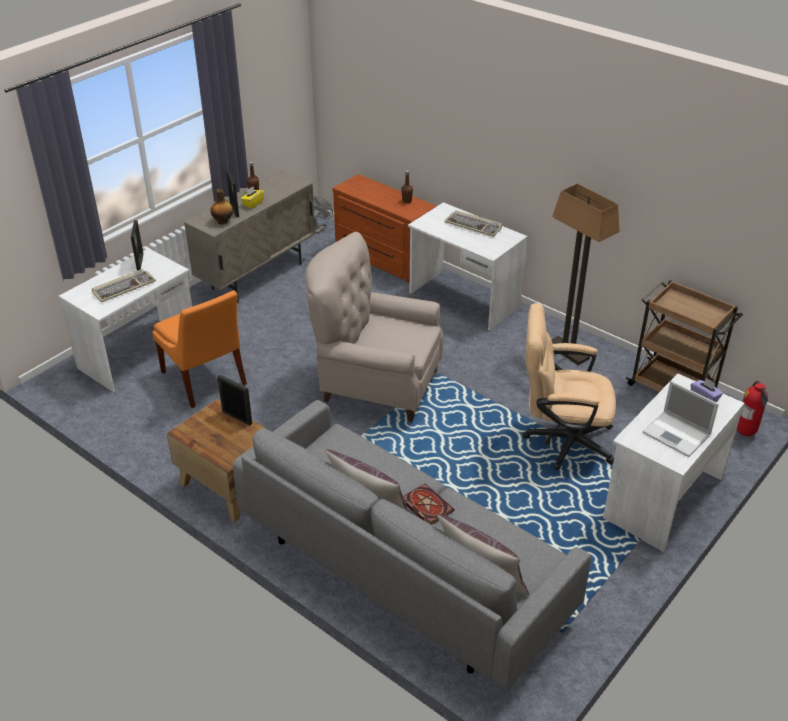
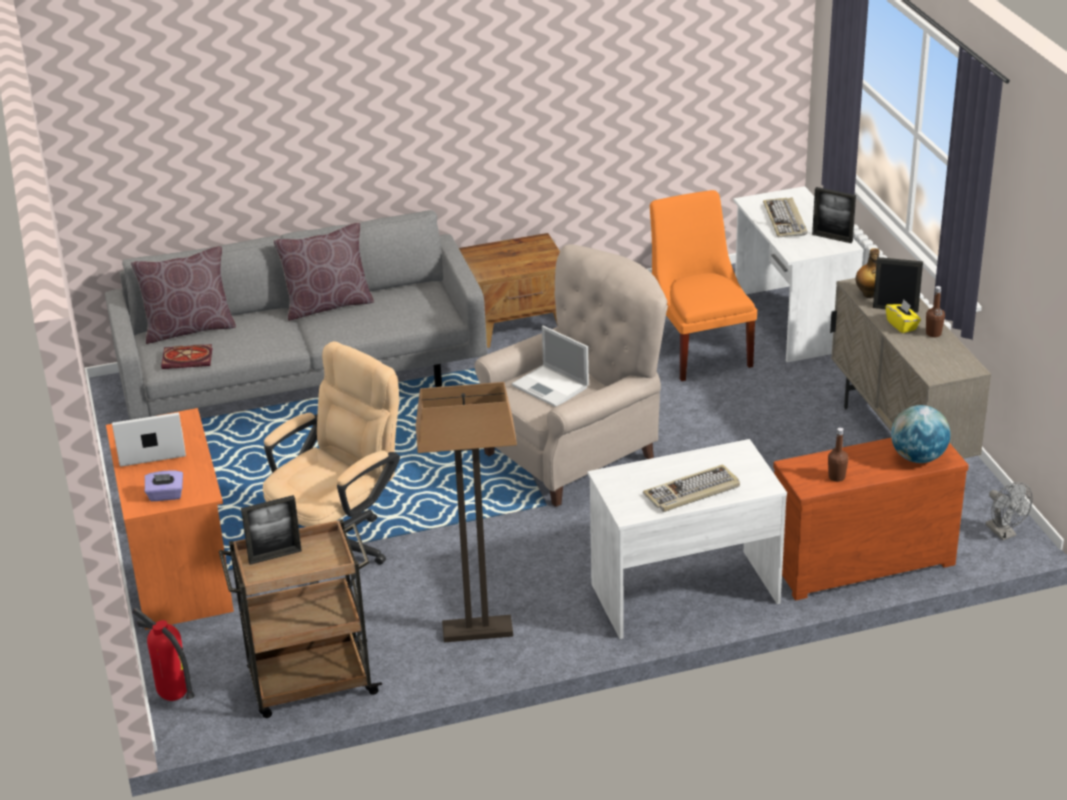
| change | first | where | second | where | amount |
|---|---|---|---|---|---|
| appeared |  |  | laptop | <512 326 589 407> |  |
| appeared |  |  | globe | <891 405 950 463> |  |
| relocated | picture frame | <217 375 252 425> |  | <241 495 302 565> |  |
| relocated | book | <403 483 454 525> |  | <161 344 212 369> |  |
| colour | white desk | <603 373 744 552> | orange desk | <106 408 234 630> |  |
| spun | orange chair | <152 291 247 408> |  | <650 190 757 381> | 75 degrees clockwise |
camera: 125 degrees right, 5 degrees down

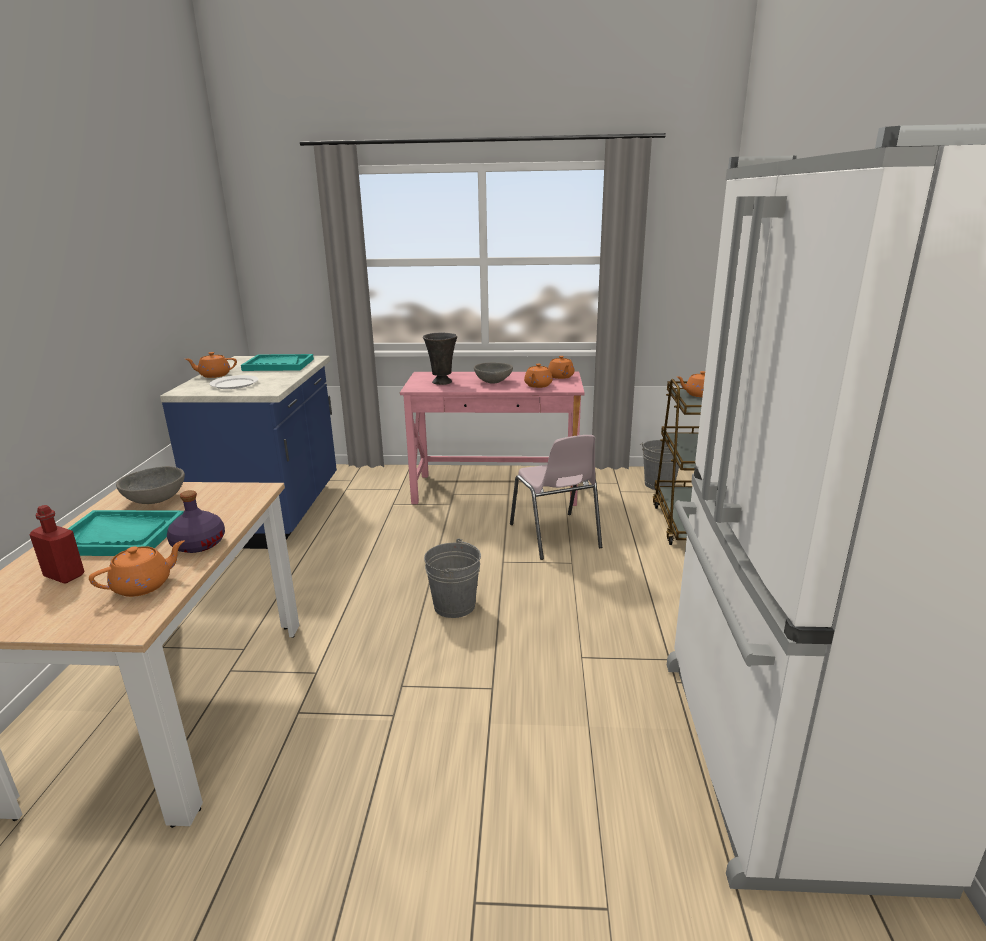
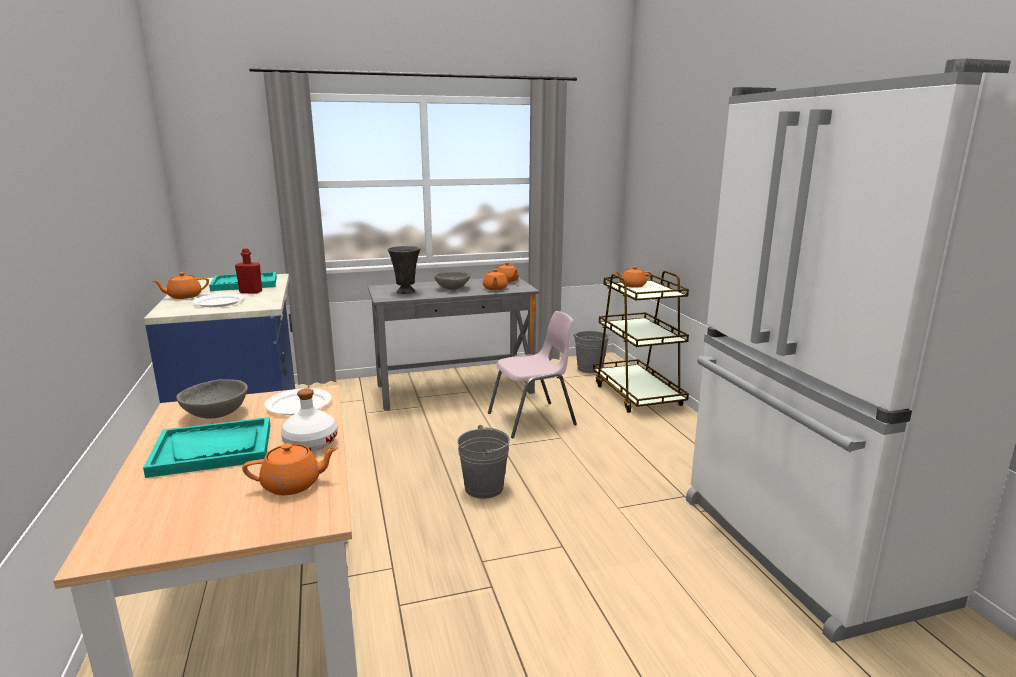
| change | first | where | second | where | amount |
|---|---|---|---|---|---|
| appeared |  |  | white plate | <264 388 332 415> |  |
| relocated | red bottle | <30 505 85 584> |  | <235 248 262 294> |  |
| colour | purple bottle | <167 490 225 553> | white bottle | <281 388 337 452> |  |
| colour | pink desk | <400 372 585 506> | grey desk | <368 278 539 411> |  |
| spun | orange teapot | <89 541 184 597> |  | <242 443 339 495> | 45 degrees clockwise |
| spun | pink chair | <510 435 602 560> |  | <488 311 577 439> | 75 degrees counterclockwise |
camera: 20 degrees left, 5 degrees down

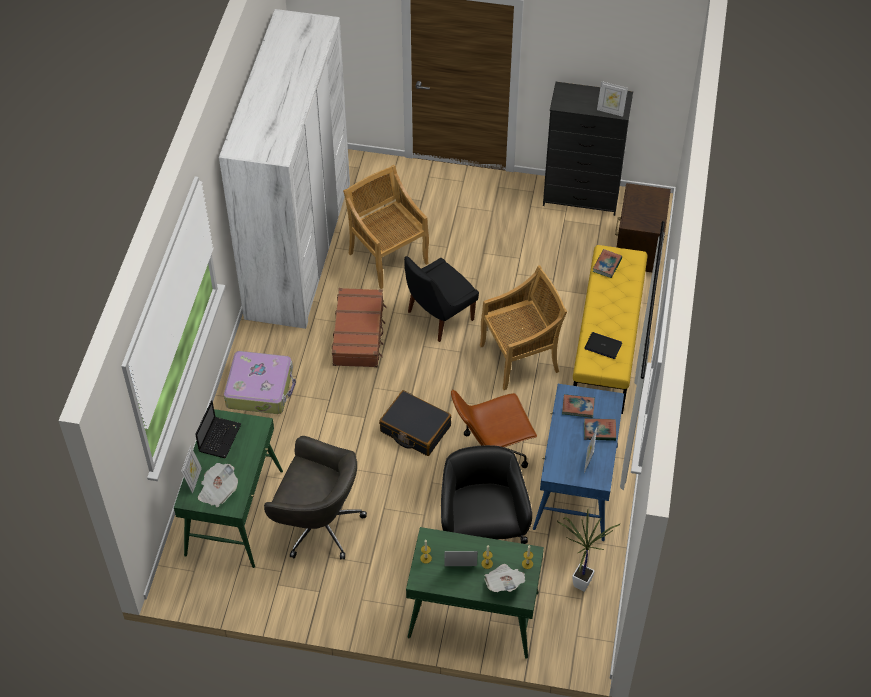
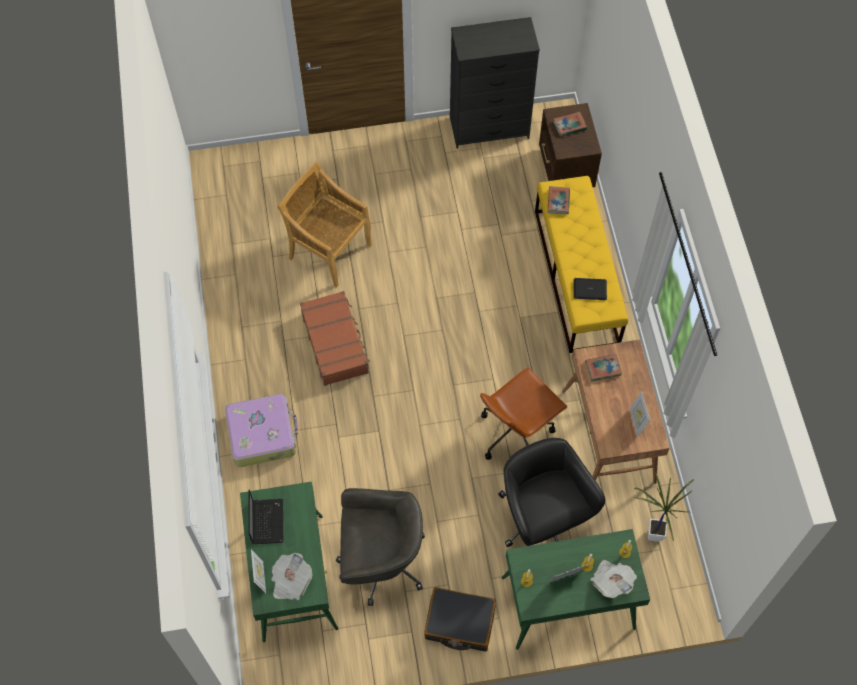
| change | first | where | second | where | amount |
|---|---|---|---|---|---|
| missing | white wardrobe | <219 9 350 329> |  |  |  |
| missing | black chair | <404 256 479 342> |  |  |  |
| missing | beige chair | <480 265 568 390> |  |  |  |
| missing | picture frame | <597 81 628 117> |  |  |  |
| relocated | black suitcase | <379 390 451 456> |  | <424 587 496 652> |  |
| relocated | book | <584 418 616 441> |  | <553 112 587 137> |  |
| colour | blue desk | <533 384 624 541> | brown desk | <562 339 670 484> |  |
camera: 20 degrees left, 10 degrees up

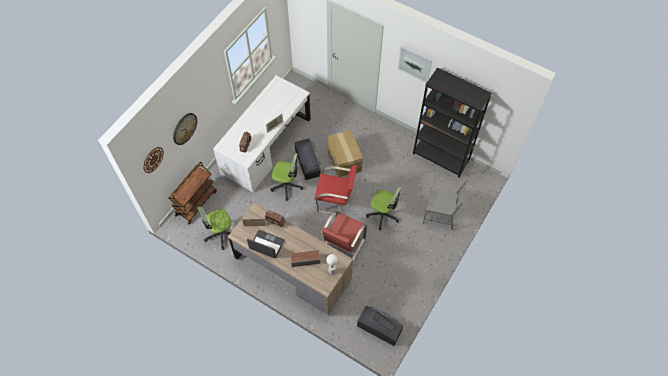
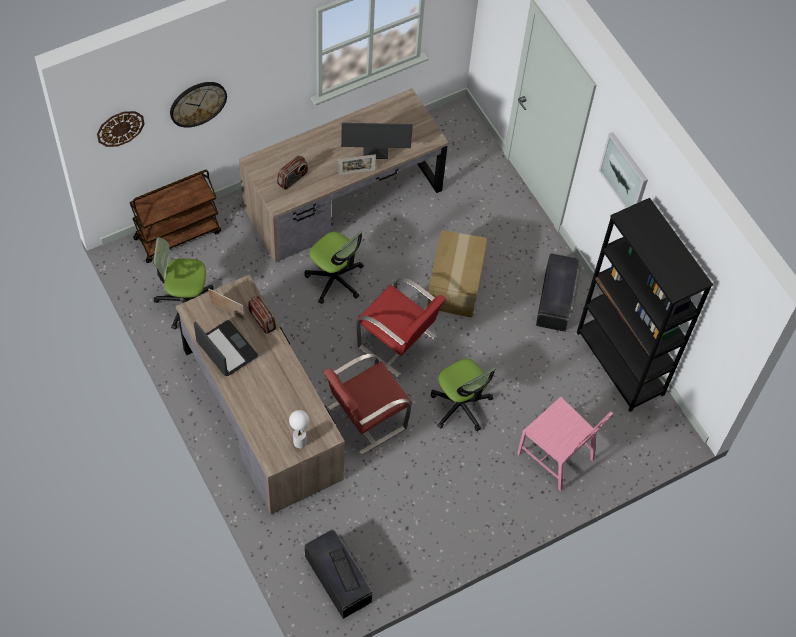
| change | first | where | second | where | amount |
|---|---|---|---|---|---|
| missing | speaker | <291 250 320 267> |  |  |  |
| appeared |  |  | monitor | <341 123 413 159> |  |
| relocated | black storage box | <295 138 321 180> |  | <536 253 582 332> |  |
| colour | white desk | <213 75 311 192> | brown desk | <239 89 449 263> |  |
| colour | grey chair | <423 179 468 230> | pink chair | <517 396 613 491> |  |
camera: 25 degrees right, 0 degrees up

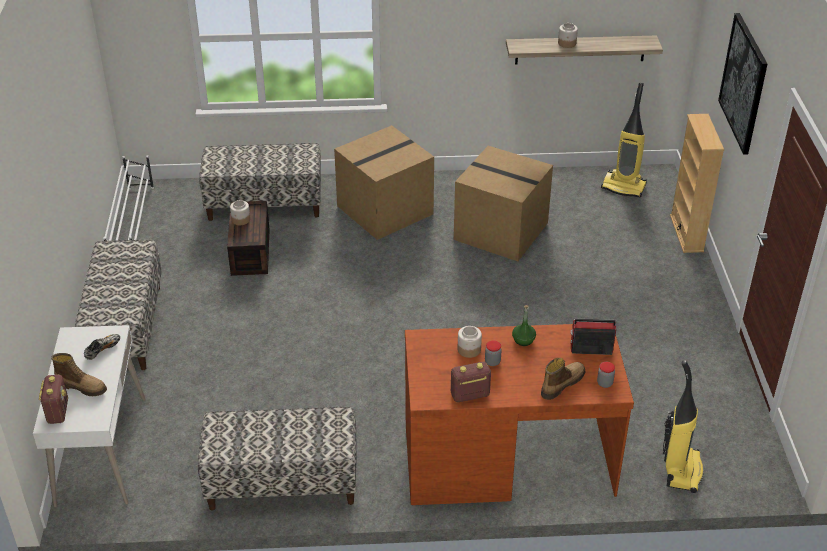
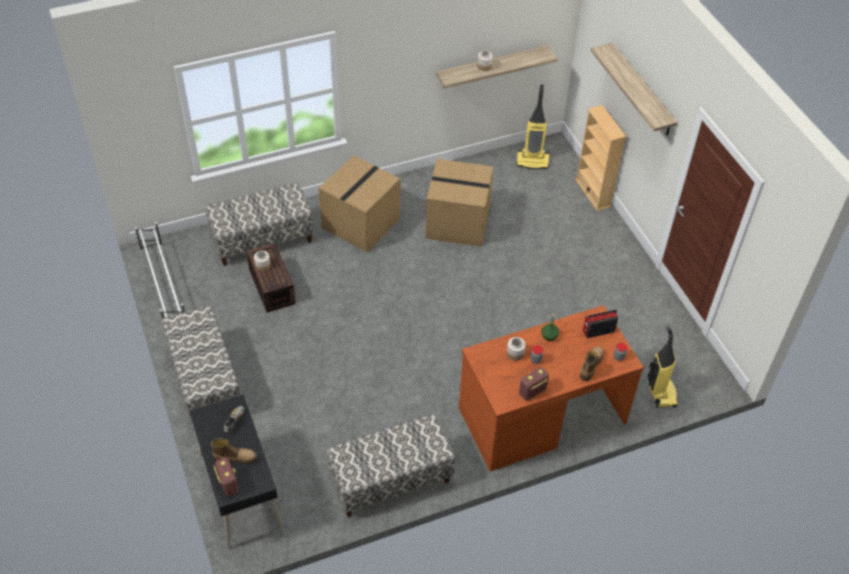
| change | first | where | second | where | amount |
|---|---|---|---|---|---|
| exchanged | picture | <718 13 767 155> | shelf | <590 42 677 136> |  |
| colour | white desk | <33 325 146 507> | black desk | <189 394 284 549> |  |
camera: 20 degrees left, 10 degrees up

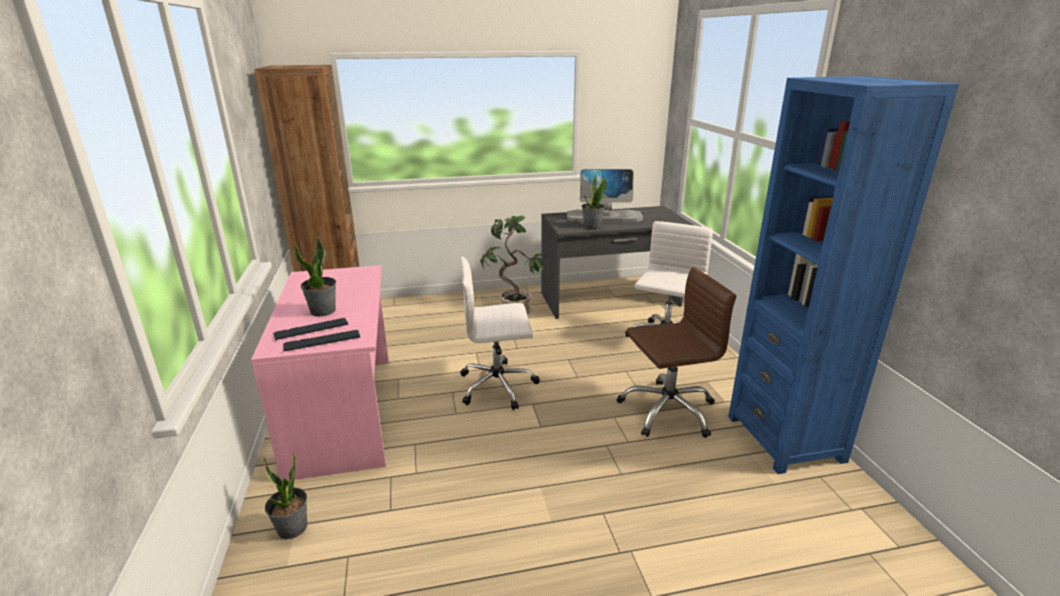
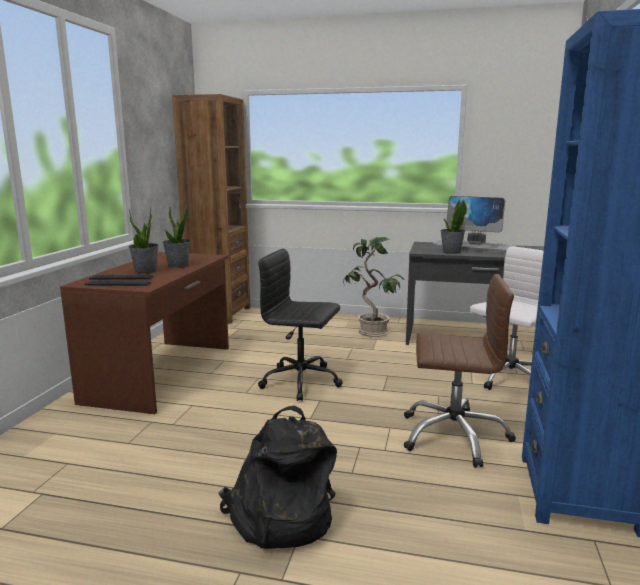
| change | first | where | second | where | amount |
|---|---|---|---|---|---|
| appeared |  |  | black backpack | <218 406 337 549> |  |
| relocated | potted plant | <264 452 307 539> |  | <162 205 190 268> |  |
| colour | pink desk | <251 265 389 481> | brown desk | <60 252 229 414> |  |
| colour | white office chair | <460 256 540 410> | black office chair | <258 249 343 401> |  |
camera: 25 degrees right, 10 degrees down

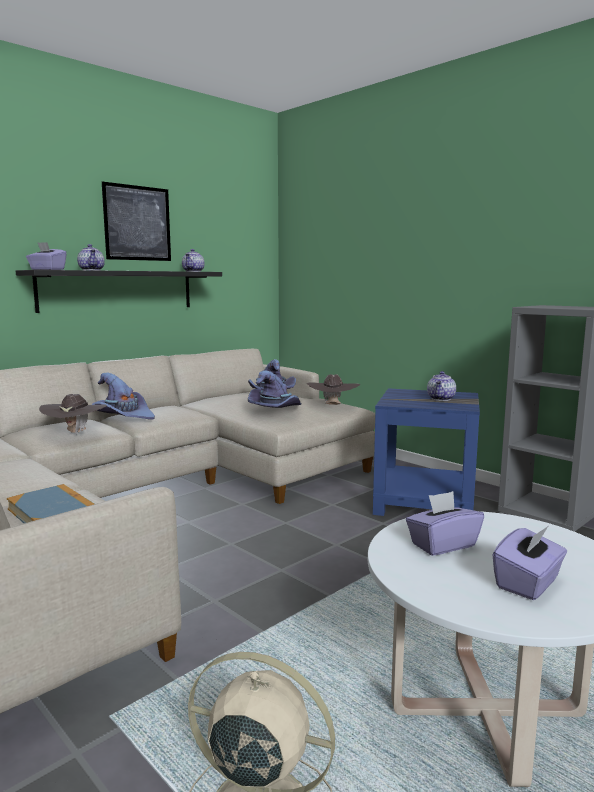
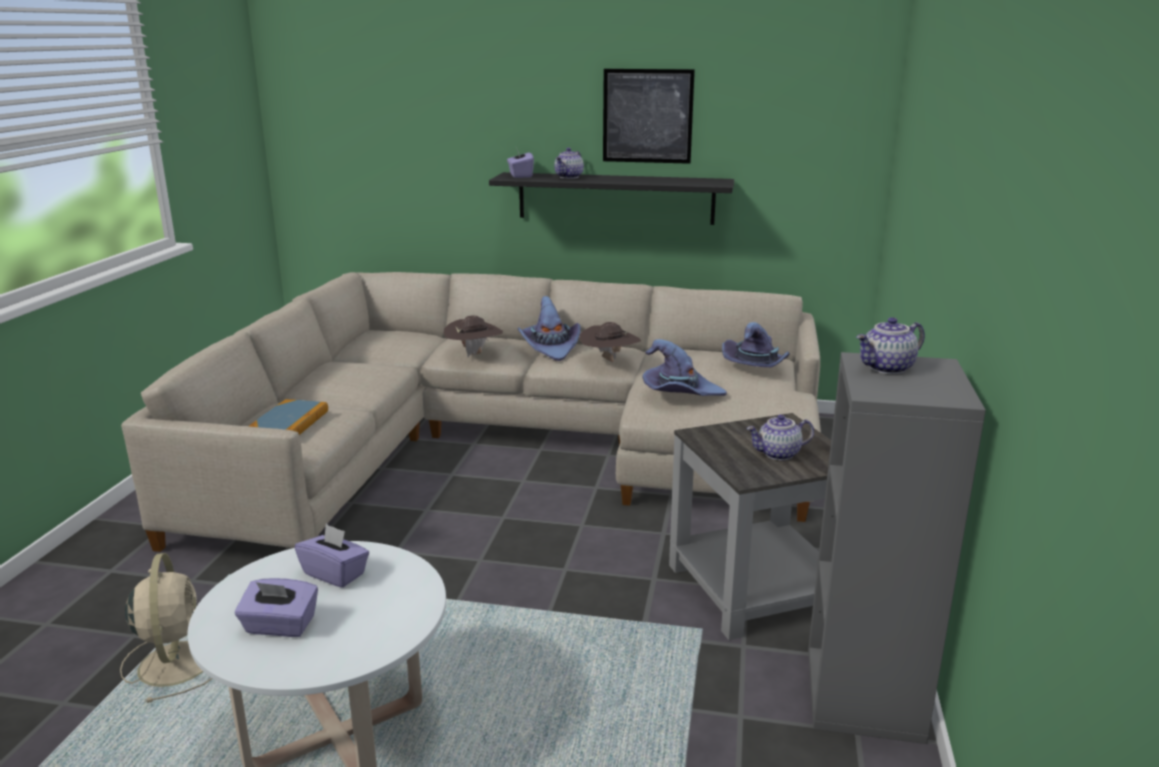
| change | first | where | second | where | amount |
|---|---|---|---|---|---|
| relocated | teapot | <182 249 204 272> |  | <856 317 925 374> |  |
| relocated | brown hat | <307 374 361 405> |  | <580 322 641 362> |  |
| colour | blue side table | <373 388 480 516> | grey side table | <669 413 831 640> |  |
camera: 55 degrees right, 10 degrees up

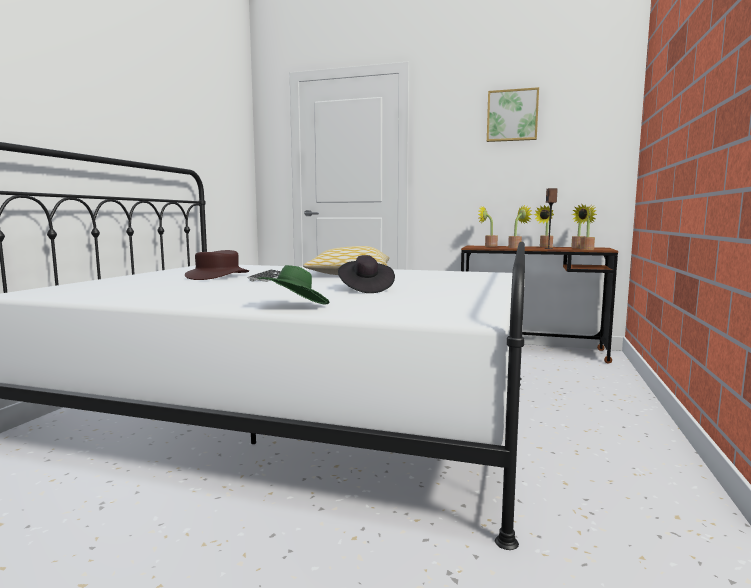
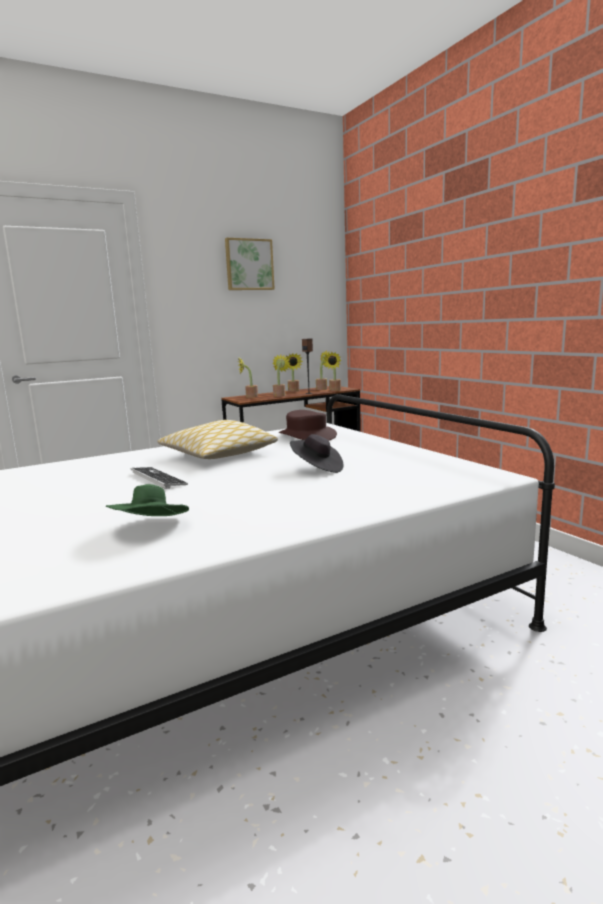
| change | first | where | second | where | amount |
|---|---|---|---|---|---|
| relocated | brown hat | <185 250 249 280> |  | <279 410 337 441> |  |
| relocated | green hat | <257 265 329 305> |  | <106 484 189 516> |  |
camera: 45 degrees left, 5 degrees up

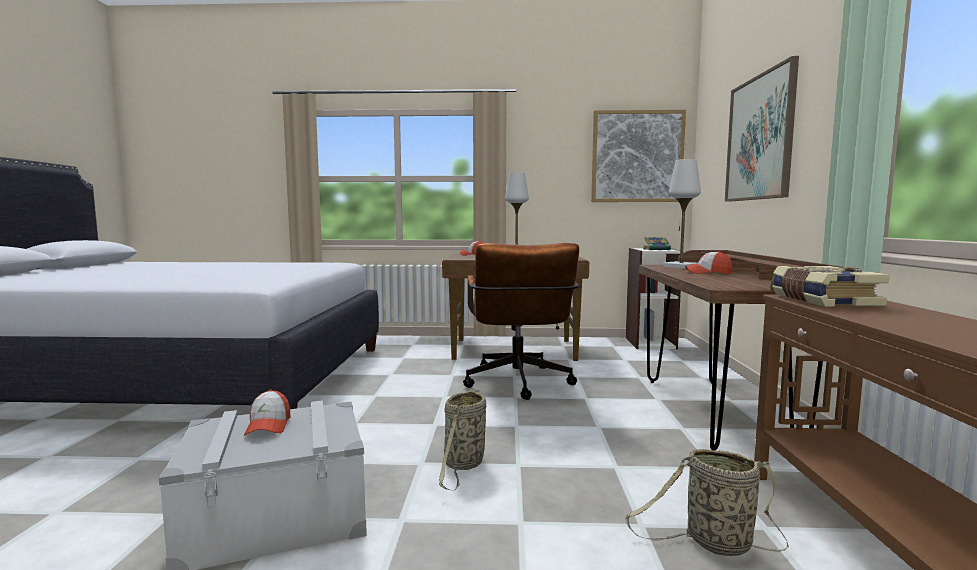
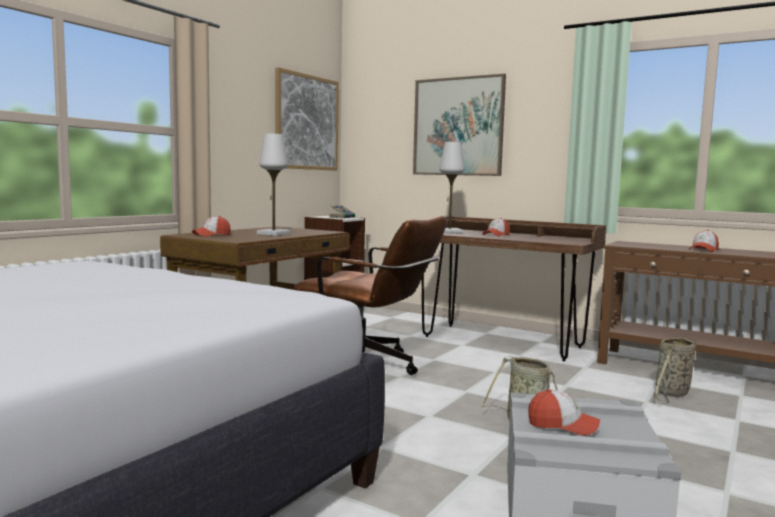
| change | first | where | second | where | amount |
|---|---|---|---|---|---|
| missing | book | <772 266 890 306> |  |  |  |
| appeared |  |  | cap | <689 230 719 252> |  |
camera: 60 degrees left, 0 degrees up

